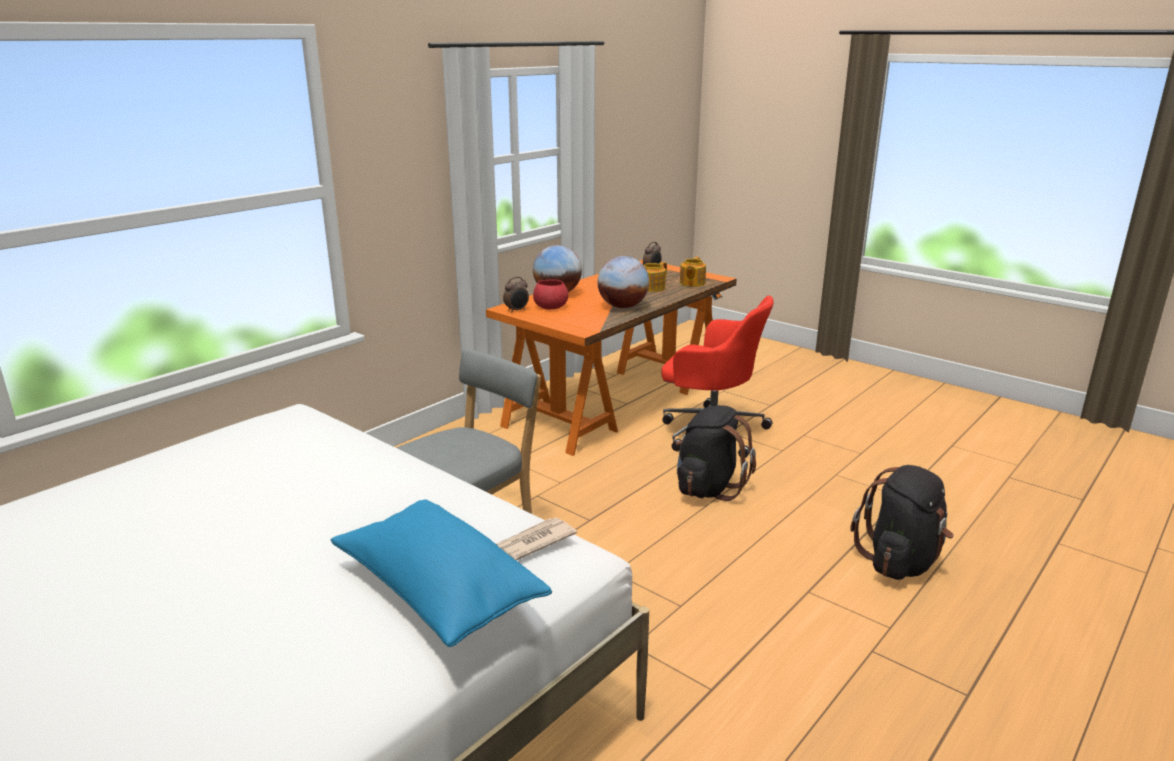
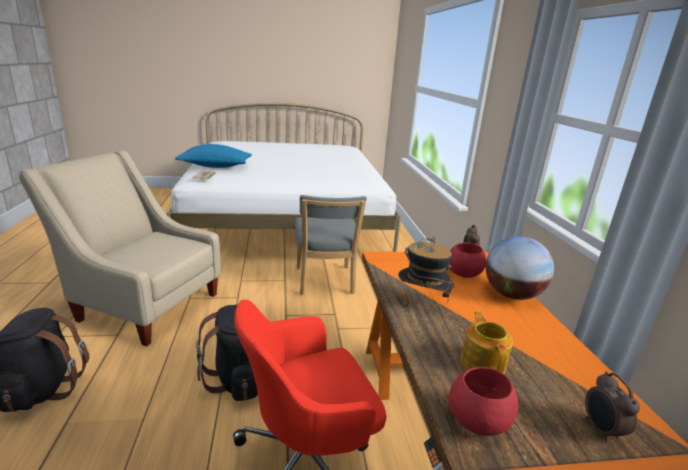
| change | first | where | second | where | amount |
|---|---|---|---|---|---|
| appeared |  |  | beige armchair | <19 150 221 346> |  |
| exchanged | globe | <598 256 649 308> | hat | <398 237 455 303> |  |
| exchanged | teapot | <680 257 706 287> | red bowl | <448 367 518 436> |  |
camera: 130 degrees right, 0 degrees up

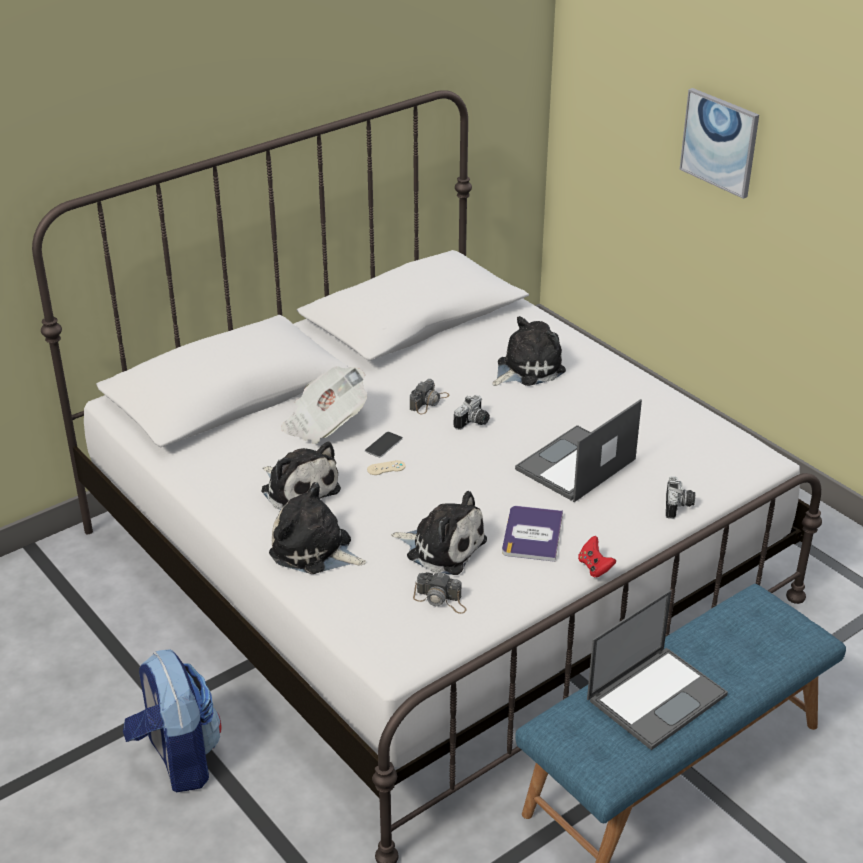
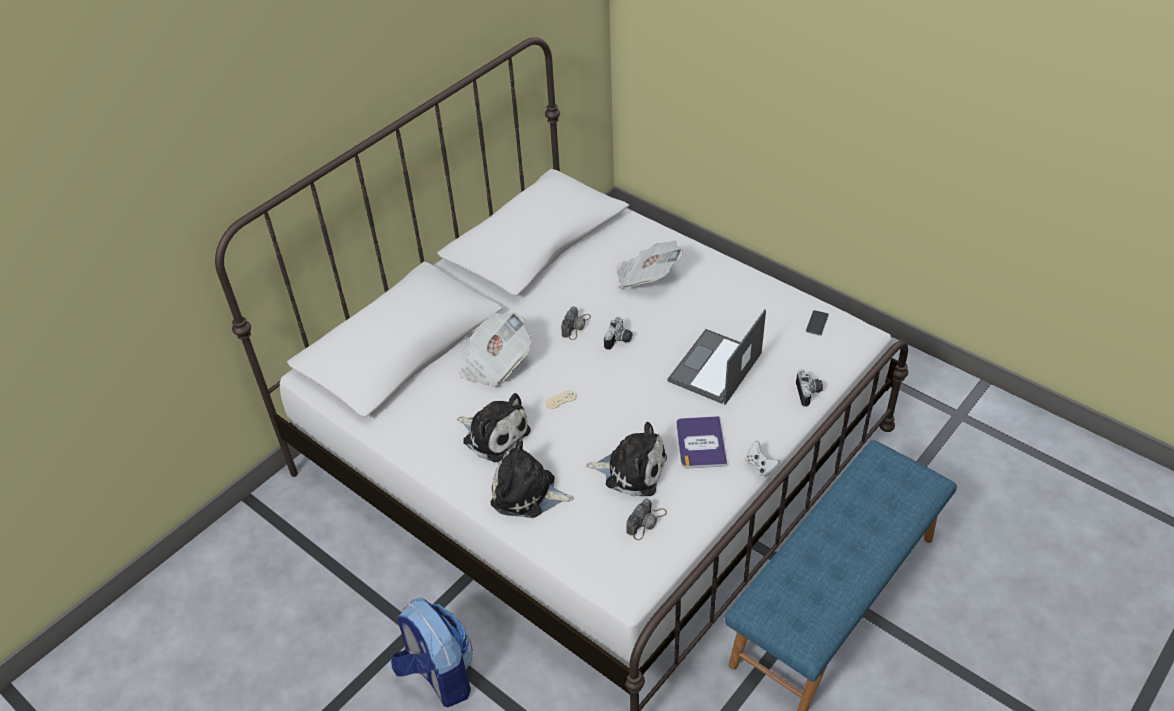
| change | first | where | second | where | amount |
|---|---|---|---|---|---|
| missing | laptop | <587 590 728 750> |  |  |  |
| missing | picture | <680 88 759 199> |  |  |  |
| relocated | phone | <365 432 403 458> |  | <806 310 829 336> |  |
| exchanged | plush toy | <492 316 566 386> | newspaper | <617 241 683 288> |  |
| colour | red game controller | <578 536 616 577> | white game controller | <746 441 780 477> |  |
| spun | photo camera | <413 572 467 614> |  | <626 498 667 540> | 60 degrees counterclockwise |
camera: 10 degrees left, 10 degrees up

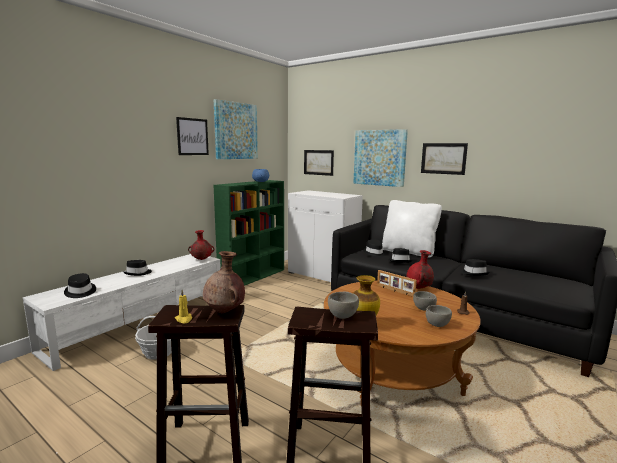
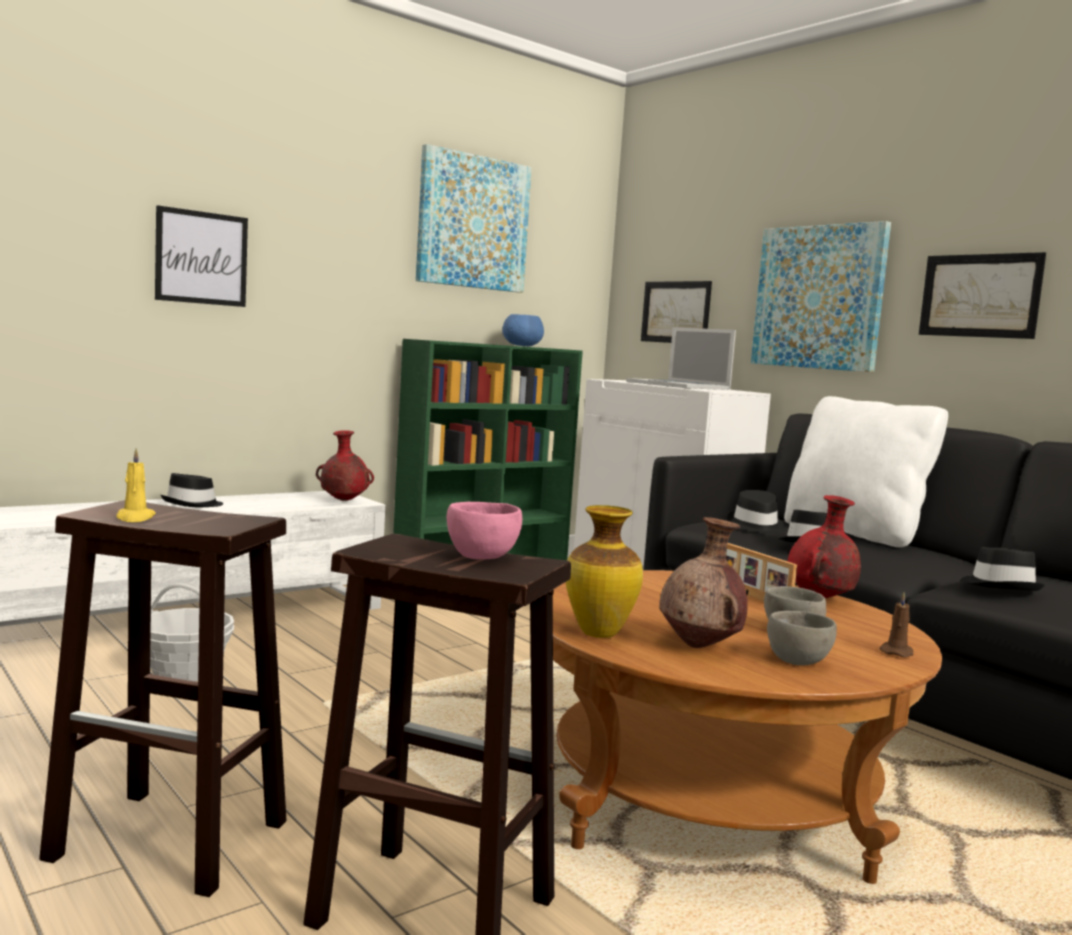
| change | first | where | second | where | amount |
|---|---|---|---|---|---|
| missing | black hat | <64 273 96 298> |  |  |  |
| appeared |  |  | laptop | <626 327 736 390> |  |
| relocated | picture | <176 117 209 155> |  | <155 205 248 307> |  |
| relocated | brown vase | <203 251 245 313> |  | <659 517 748 648> |  |
| colour | grey bowl | <328 292 359 319> | pink bowl | <447 502 522 560> |  |
camera: 15 degrees right, 5 degrees down

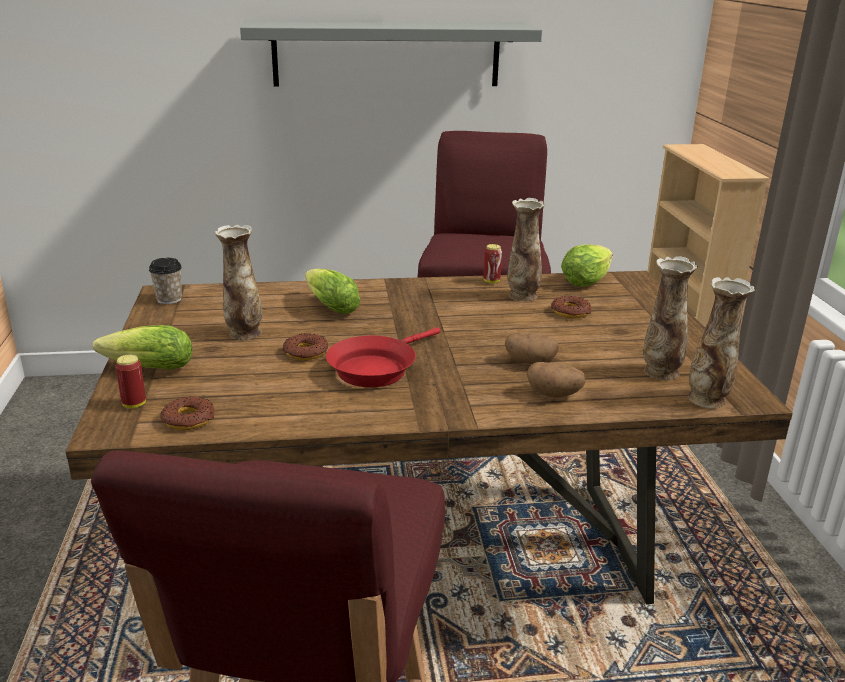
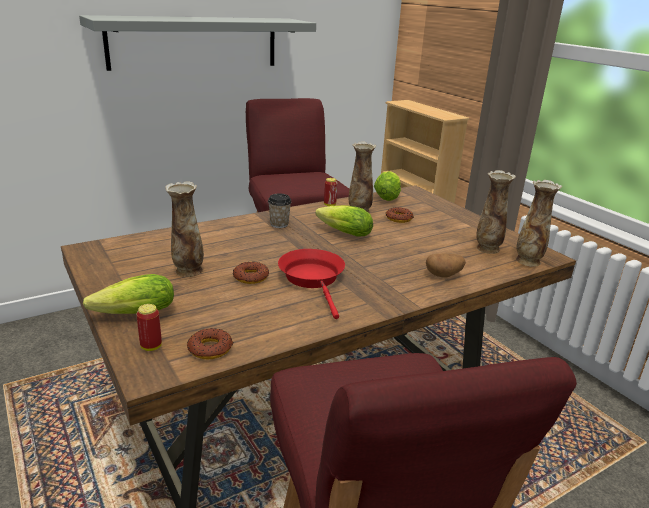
| change | first | where | second | where | amount |
|---|---|---|---|---|---|
| missing | potato | <505 332 559 364> |  |  |  |
| relocated | cup | <149 258 182 304> |  | <268 193 291 228> |  |
| relocated | lettuce | <305 268 361 314> |  | <315 205 373 237> |  |
| spun | red frying pan | <326 327 441 387> |  | <278 249 345 319> | 150 degrees clockwise |
camera: 25 degrees left, 0 degrees up

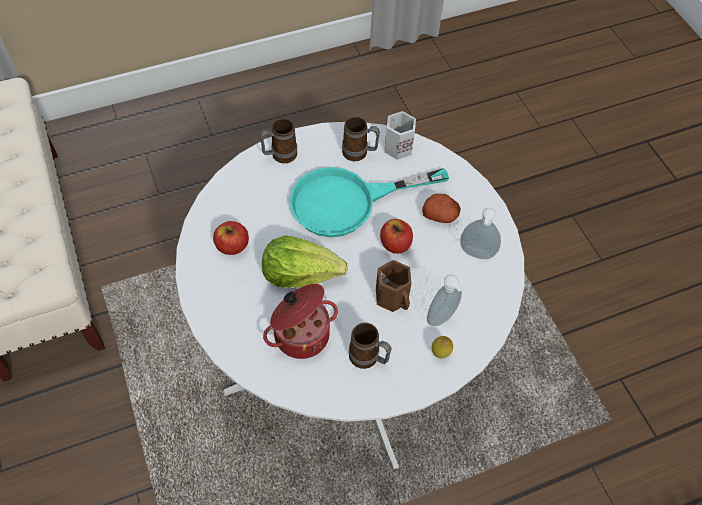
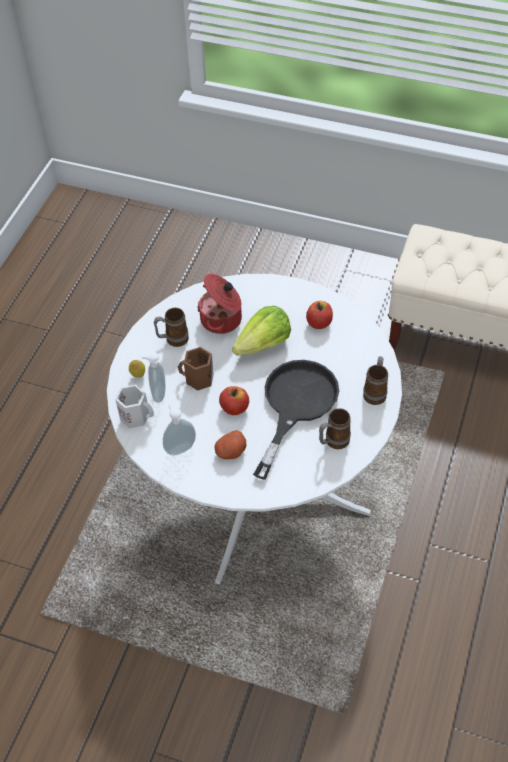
| change | first | where | second | where | amount |
|---|---|---|---|---|---|
| relocated | white mug | <384 111 416 160> |  | <115 385 154 428> |  |
| colour | turquoise frying pan | <289 167 449 237> | black frying pan | <253 360 339 480> |  |
camera: 135 degrees right, 5 degrees down

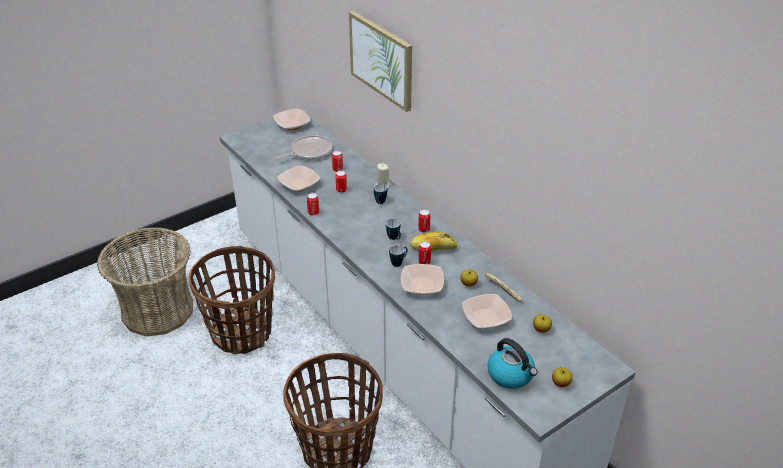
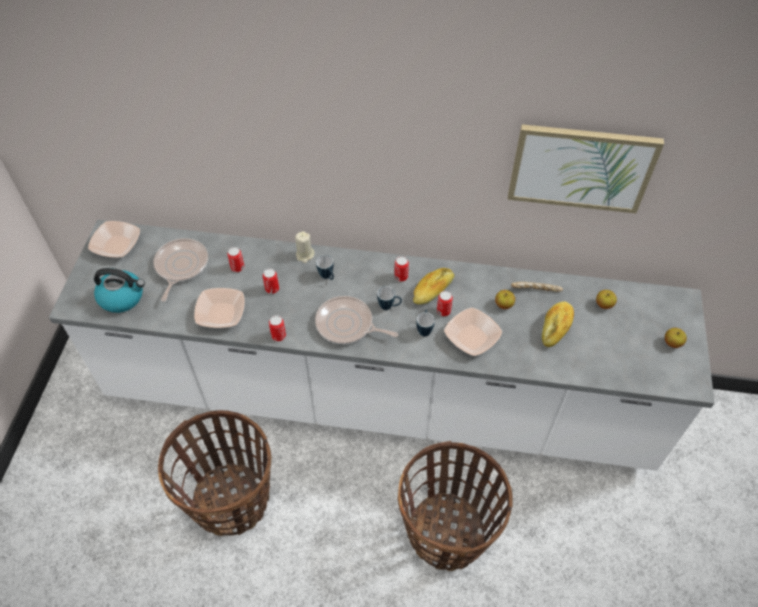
| change | first | where | second | where | amount |
|---|---|---|---|---|---|
| missing | basket | <97 227 193 336> |  |  |  |
| appeared |  |  | frying pan | <315 296 398 344> |  |
| relocated | picture | <349 11 412 112> |  | <508 124 664 213> |  |
| relocated | kettle | <487 338 537 389> |  | <94 268 145 313> |  |
| exchanged | bowl | <462 294 512 328> | bread | <542 301 574 347> |  |
camera: 45 degrees left, 15 degrees up

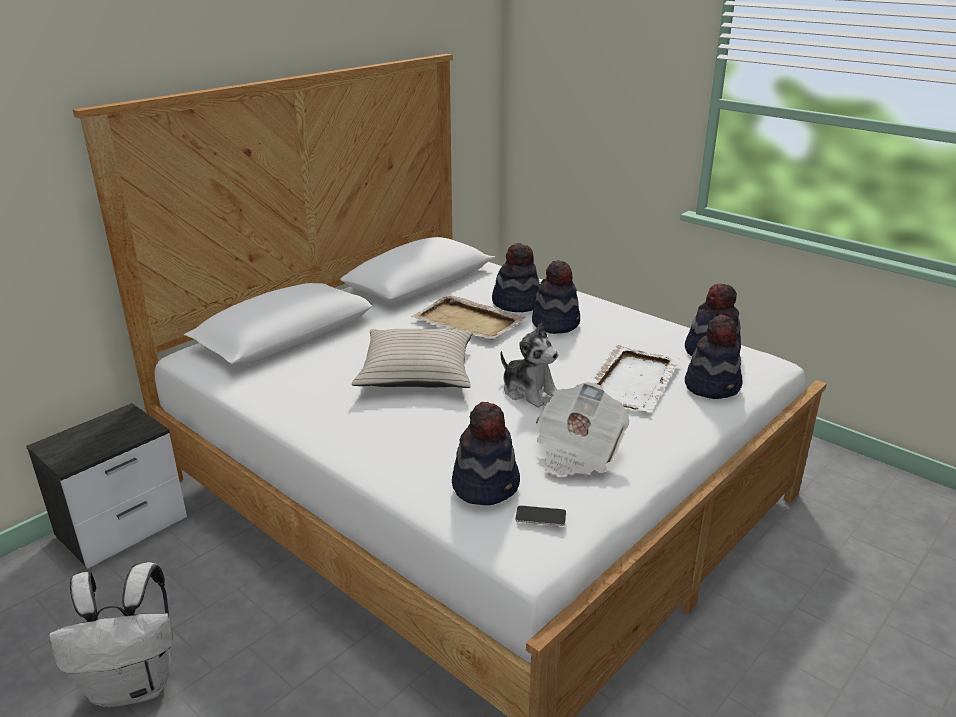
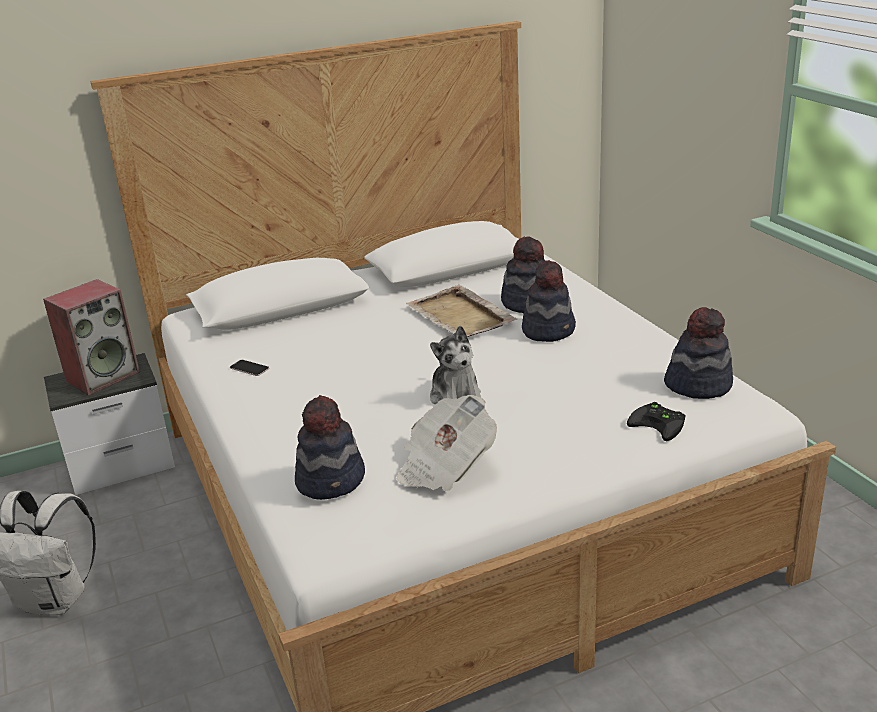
| change | first | where | second | where | amount |
|---|---|---|---|---|---|
| missing | beige pillow | <352 329 472 388> |  |  |  |
| missing | white tray | <588 345 680 413> |  |  |  |
| appeared |  |  | speaker | <43 279 140 395> |  |
| relocated | phone | <515 505 566 526> |  | <230 360 269 376> |  |
| exchanged | hat | <685 315 743 399> | black game controller | <627 402 686 441> |  |
camera: 25 degrees right, 0 degrees up

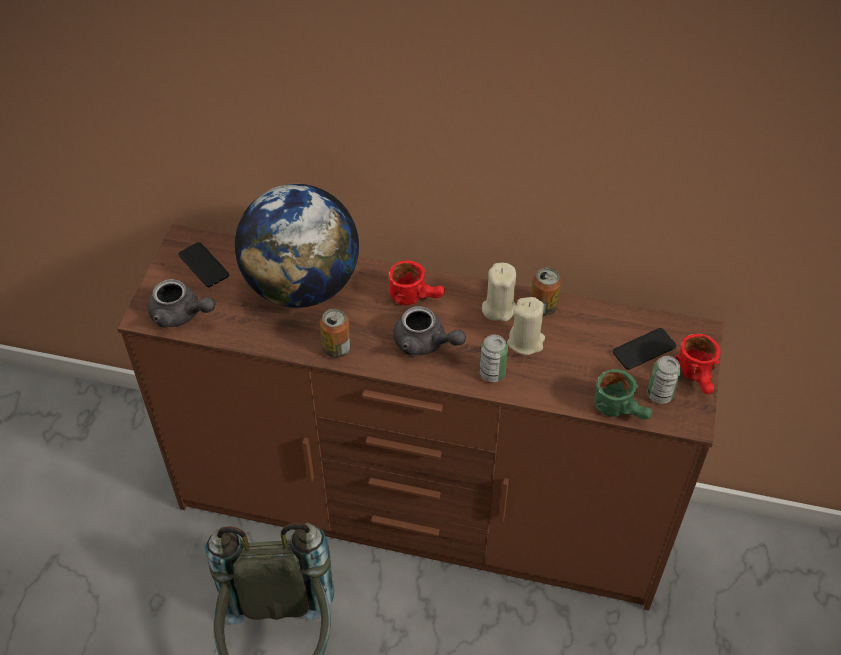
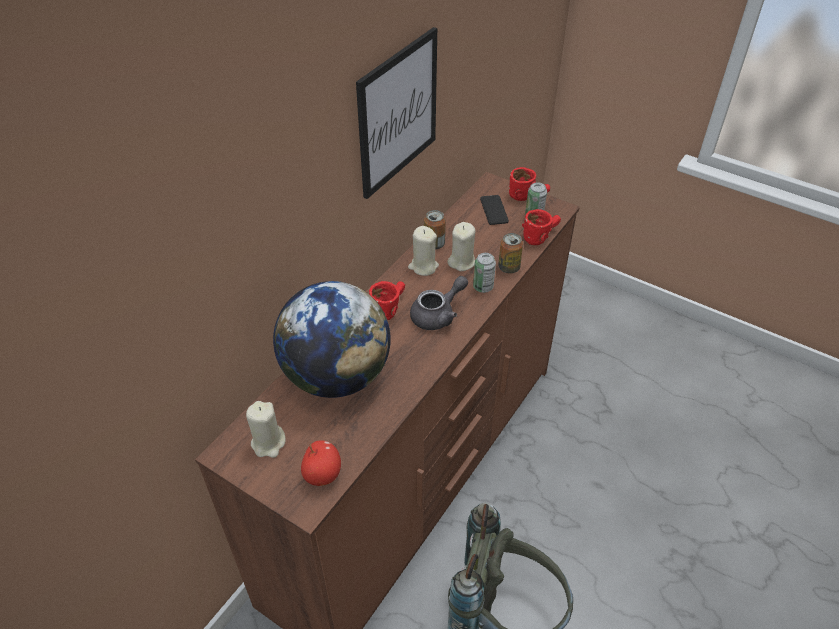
| change | first | where | second | where | amount |
|---|---|---|---|---|---|
| appeared |  |  | picture | <356 27 437 199> |  |
| relocated | can | <320 309 351 358> |  | <498 233 523 274> |  |
| exchanged | grey teapot | <148 279 215 328> | apple | <301 440 341 486> |  |
| exchanged | phone | <179 242 229 287> | beige candle | <246 401 286 458> |  |
| colour | green mug | <594 369 652 420> | red mug | <522 209 561 245> |  |
camera: 70 degrees left, 5 degrees down

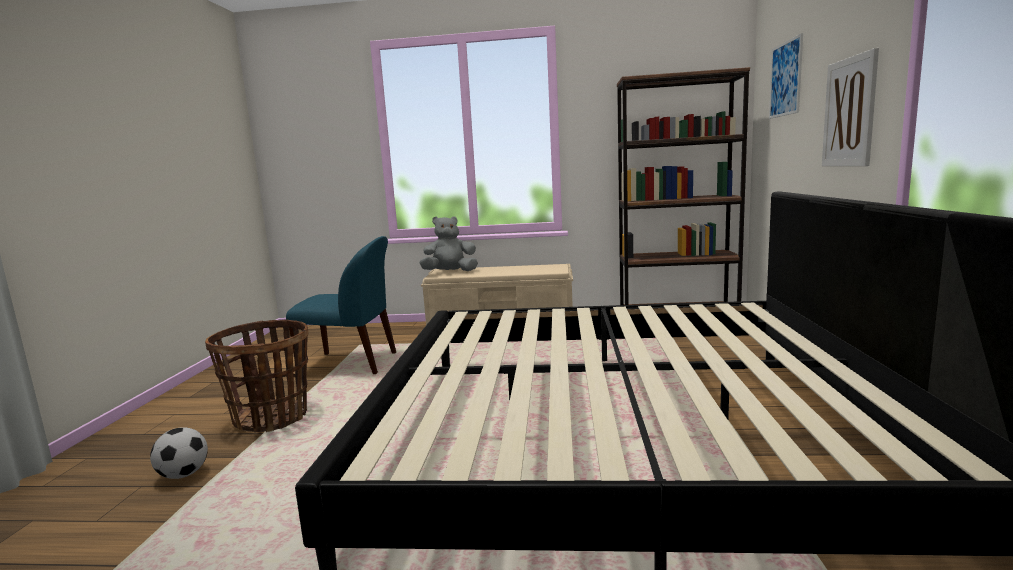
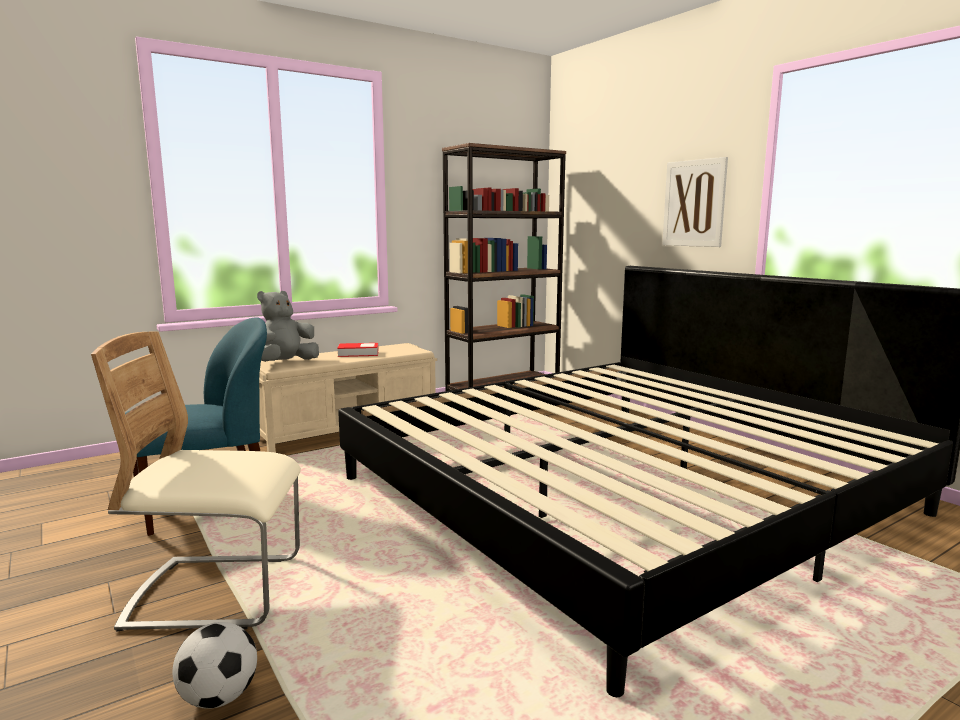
| change | first | where | second | where | amount |
|---|---|---|---|---|---|
| missing | picture | <769 33 803 119> |  |  |  |
| appeared |  |  | book | <337 343 379 357> |  |
| exchanged | basket | <205 320 309 433> | beige chair | <91 331 301 632> |  |
camera: 40 degrees left, 0 degrees up

